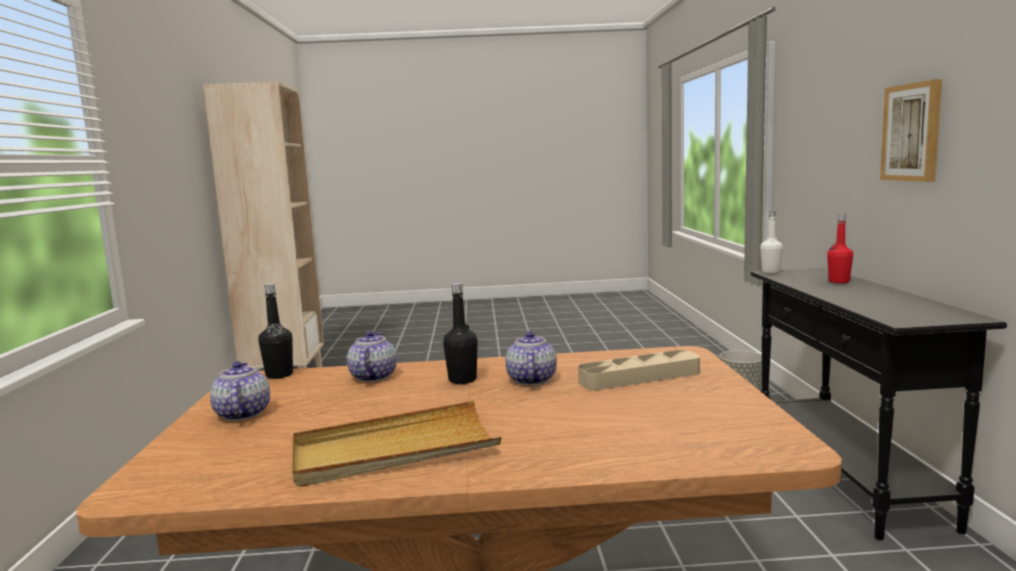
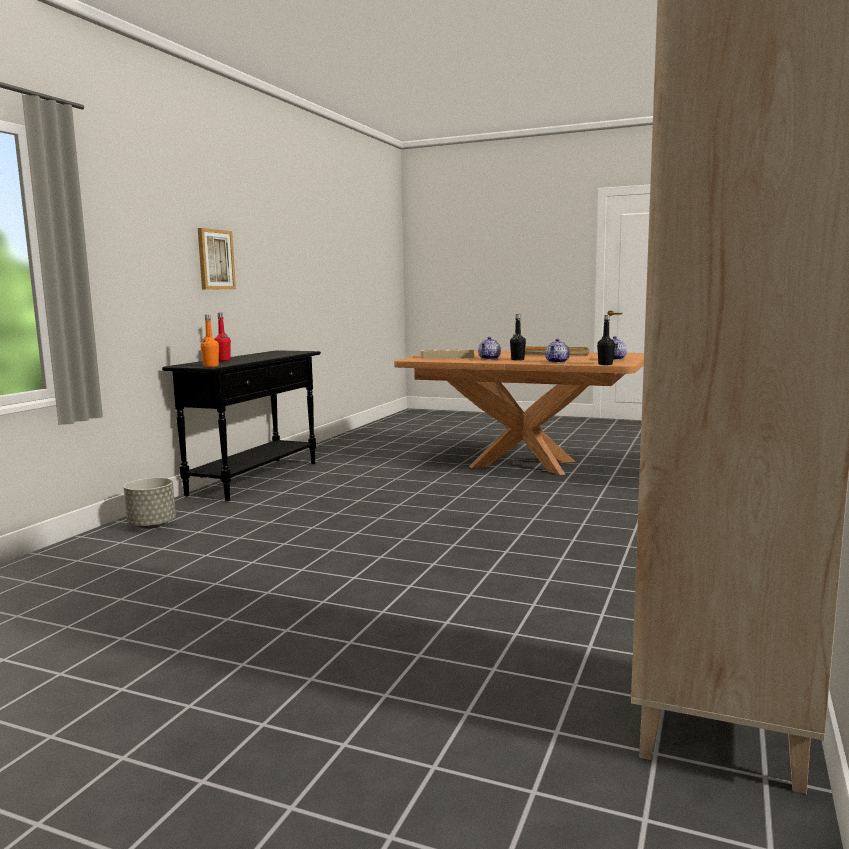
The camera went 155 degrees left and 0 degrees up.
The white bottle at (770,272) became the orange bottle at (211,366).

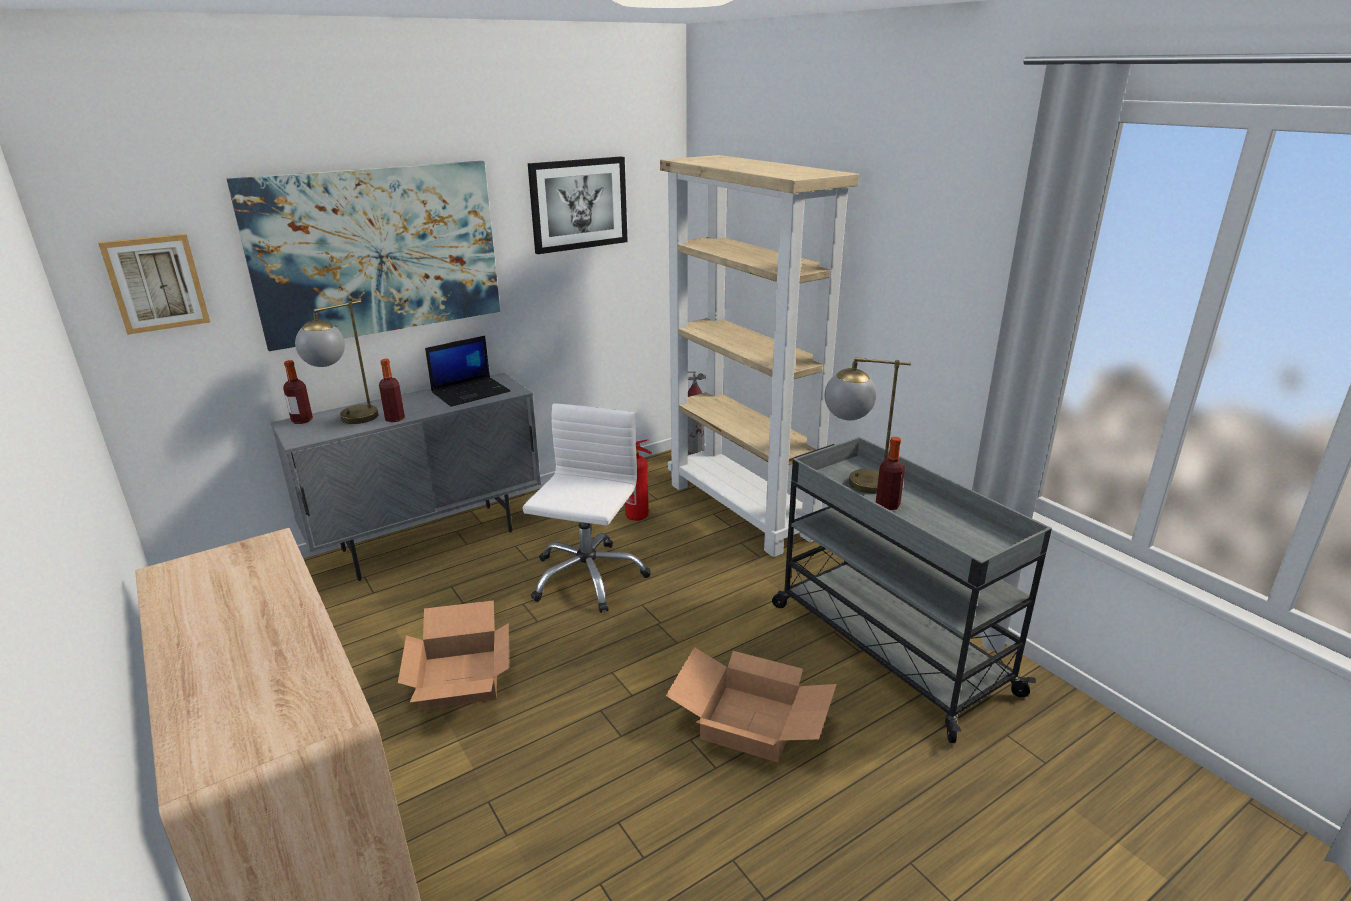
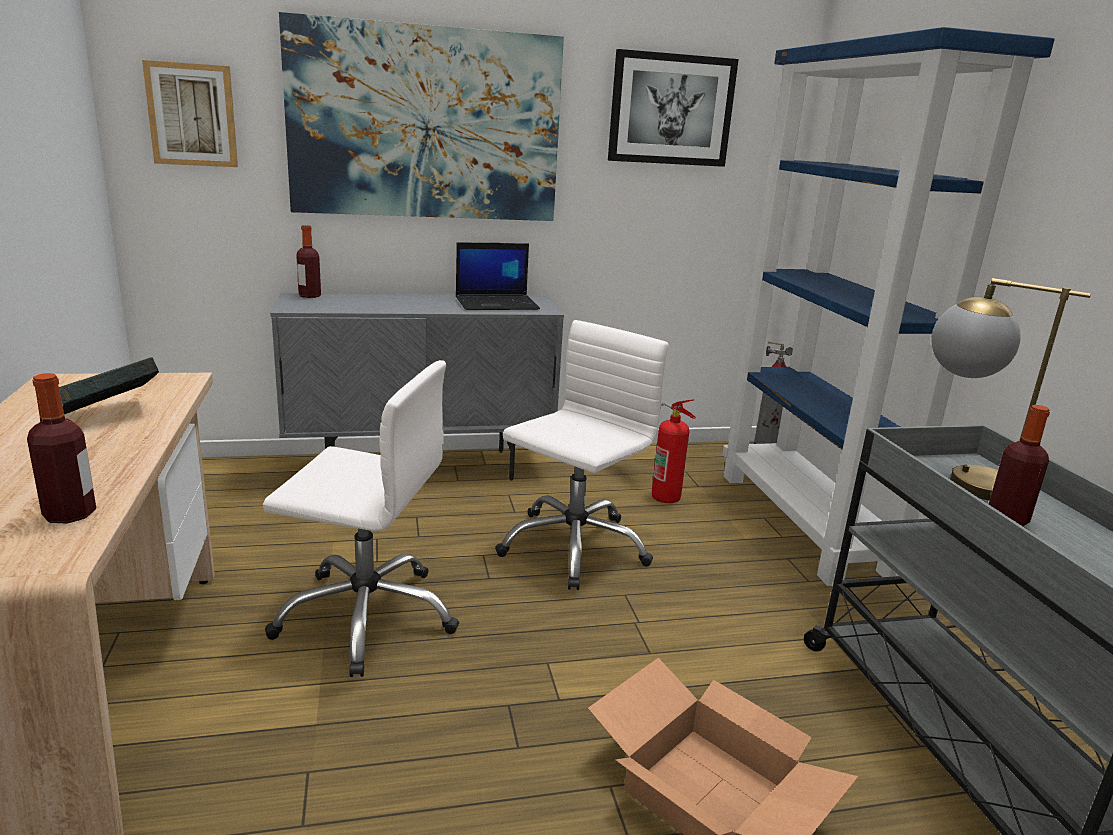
The camera went 20 degrees right and 5 degrees down.
The table lamp at (347,421) disappeared.
The bottle moved from (395,419) to (70,514).
The cardboard box at (461,679) was replaced by the white office chair at (367,616).
The beige bookcase at (743,510) became the blue bookcase at (805,523).
The book at (107,415) appeared.

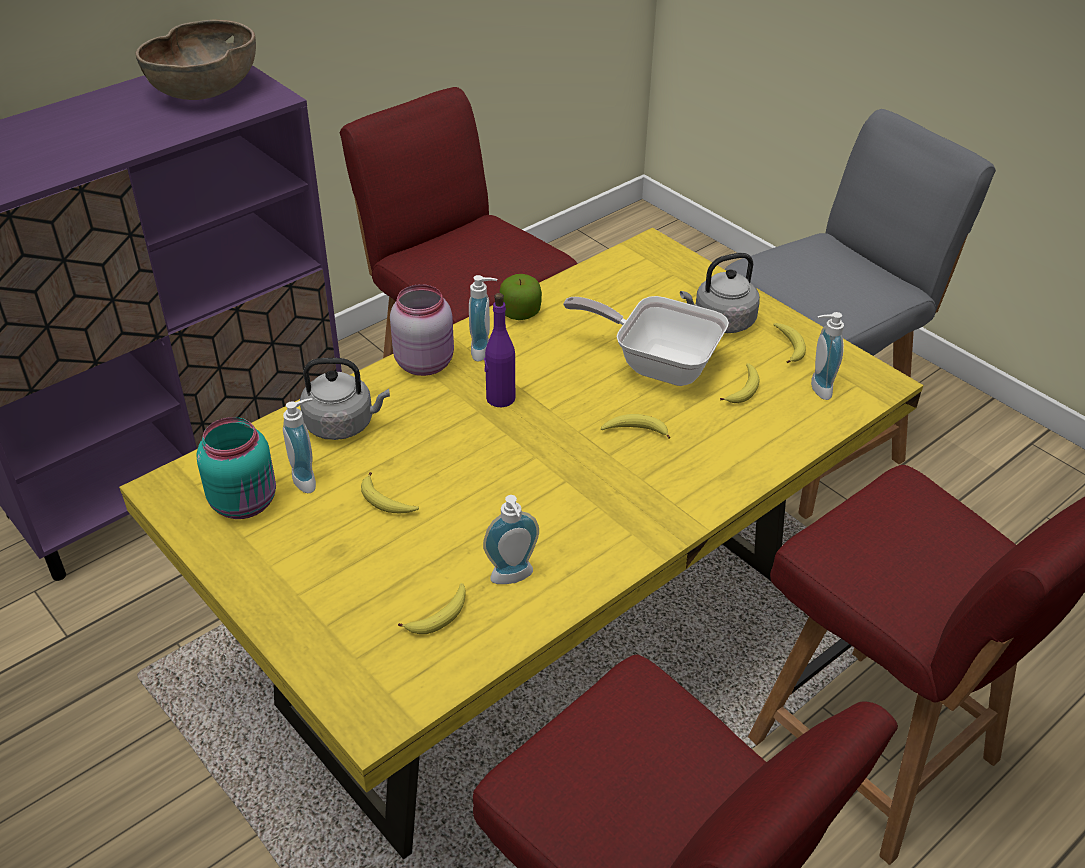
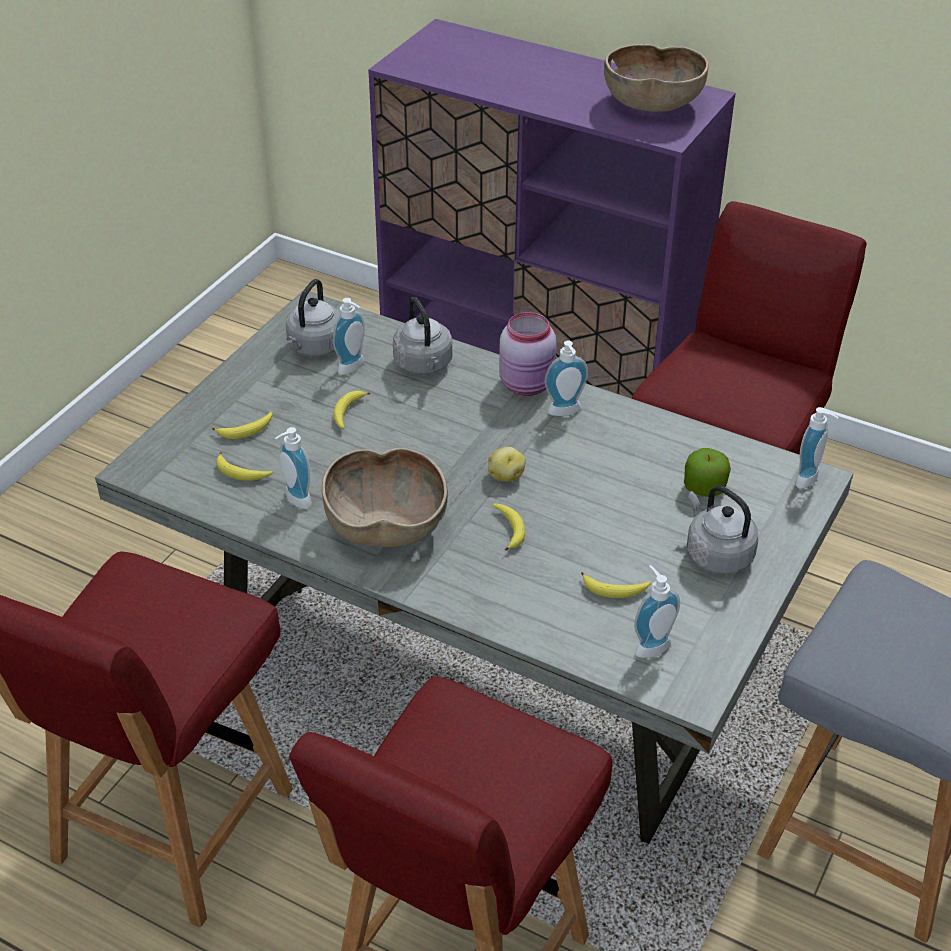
The camera went 70 degrees right and 0 degrees up.
The yellow dining table at (541,637) became the grey dining table at (478,675).
The turquoise jar at (246,502) was replaced by the grey kettle at (315,348).
The purple bottle at (500,398) disappeared.
The apple moved from (520,313) to (704,487).
The frying pan at (657,363) disappeared.
The banana moved from (789,347) to (246,430).
The brown bowl at (386,526) appeared.
The potato at (505,476) appeared.
The soap dispenser at (810,480) appeared.

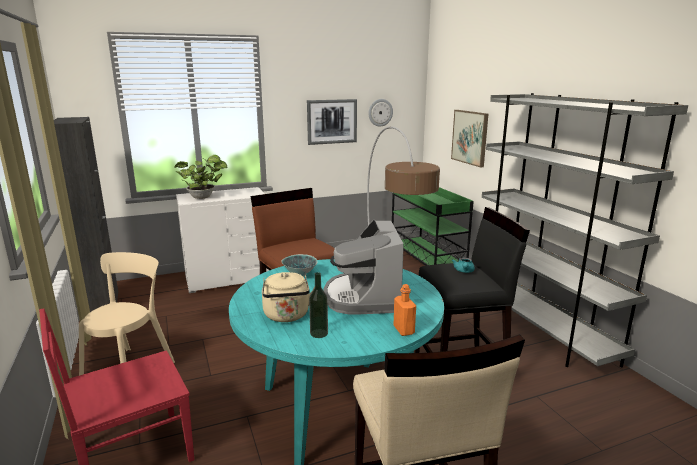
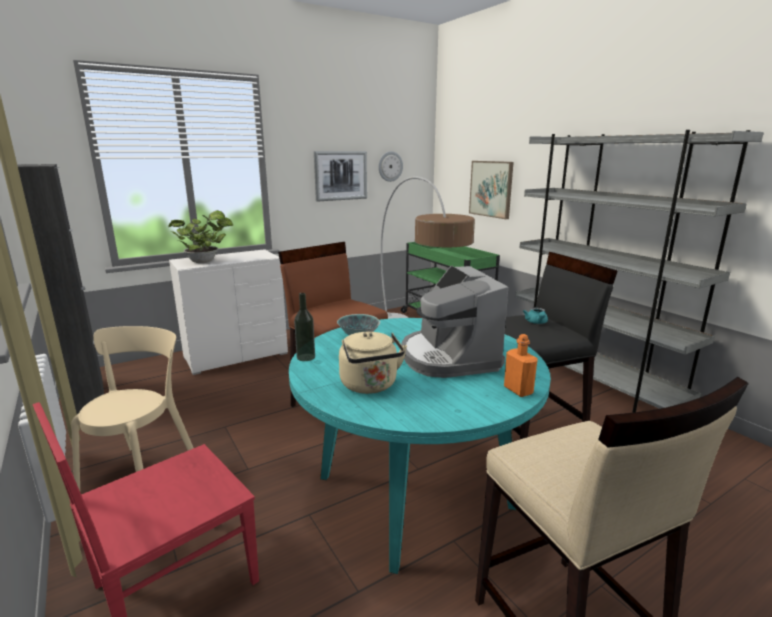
The camera went 10 degrees left and 0 degrees up.
The bottle moved from (319,333) to (306,357).

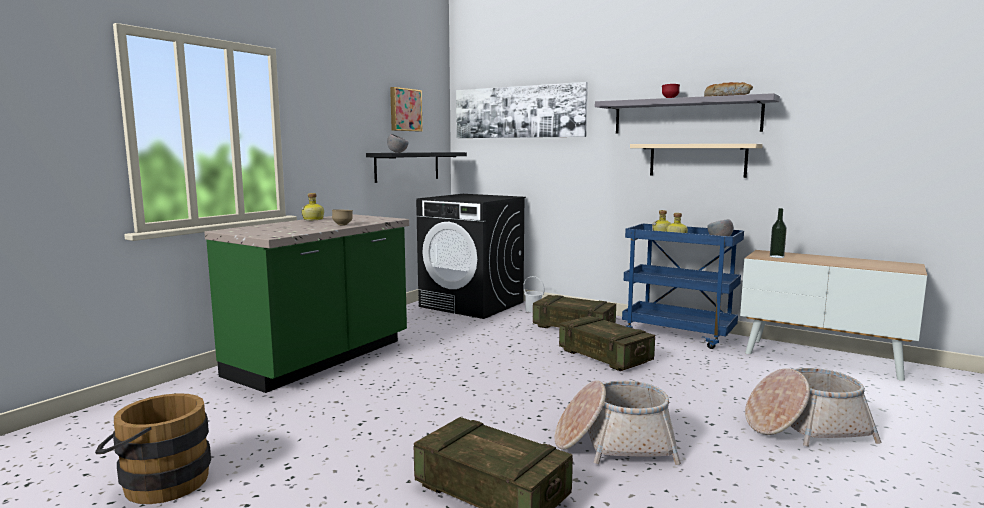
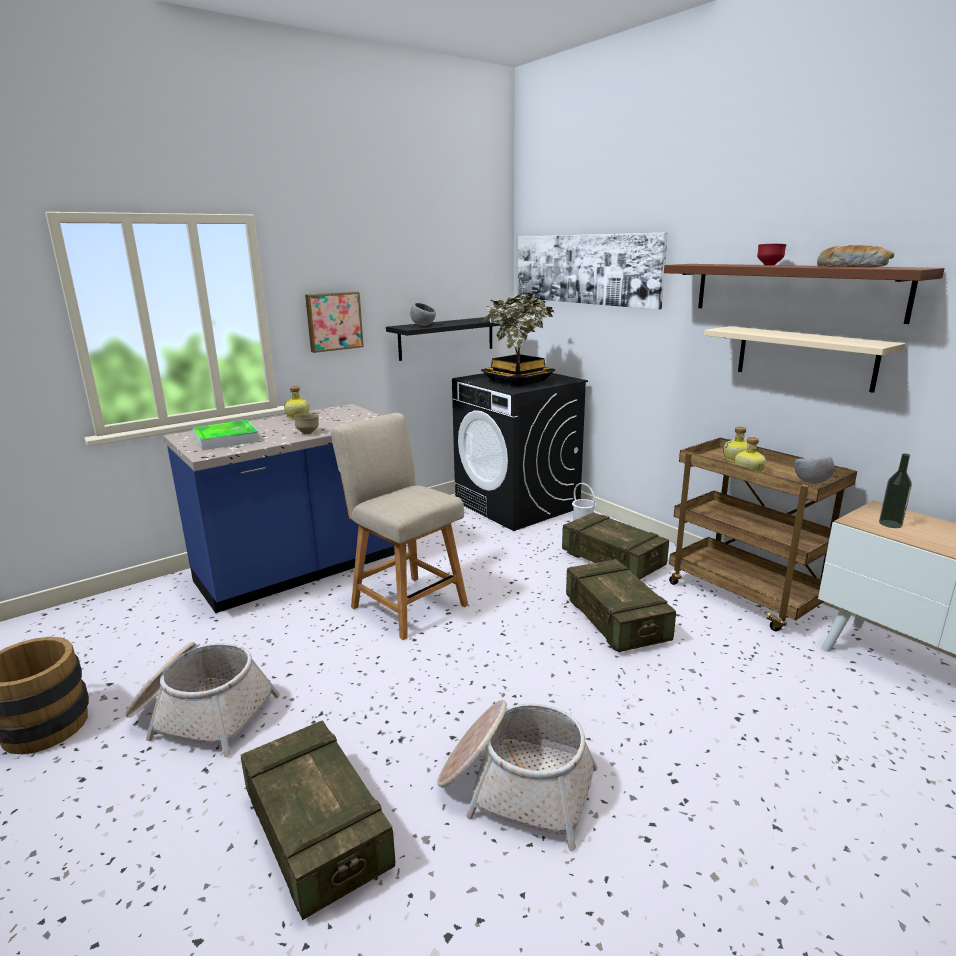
The camera went 20 degrees right and 10 degrees up.
The green counter at (321,359) became the blue counter at (301,571).
The picture moved from (404,110) to (333,321).
The grey shelf at (685,116) became the brown shelf at (794,290).
The blue cart at (679,335) became the brown cart at (745,596).
The basket moved from (804,428) to (202,714).
The tray at (226,439) appeared.
The beige chair at (405,604) appeared.
The potted plant at (518,381) appeared.

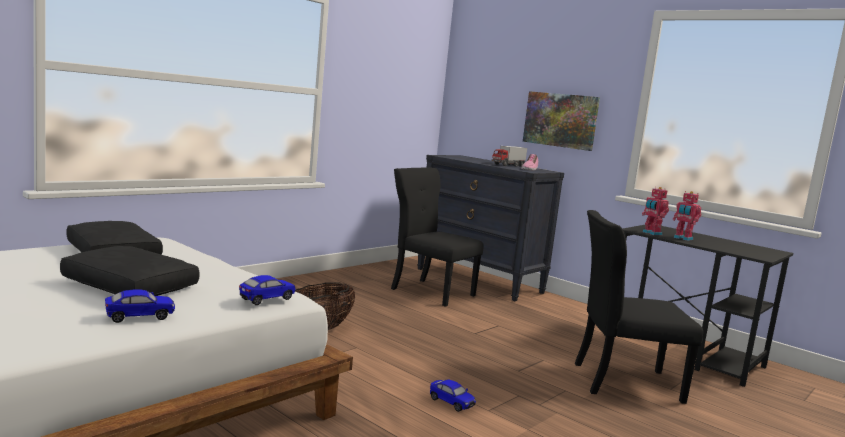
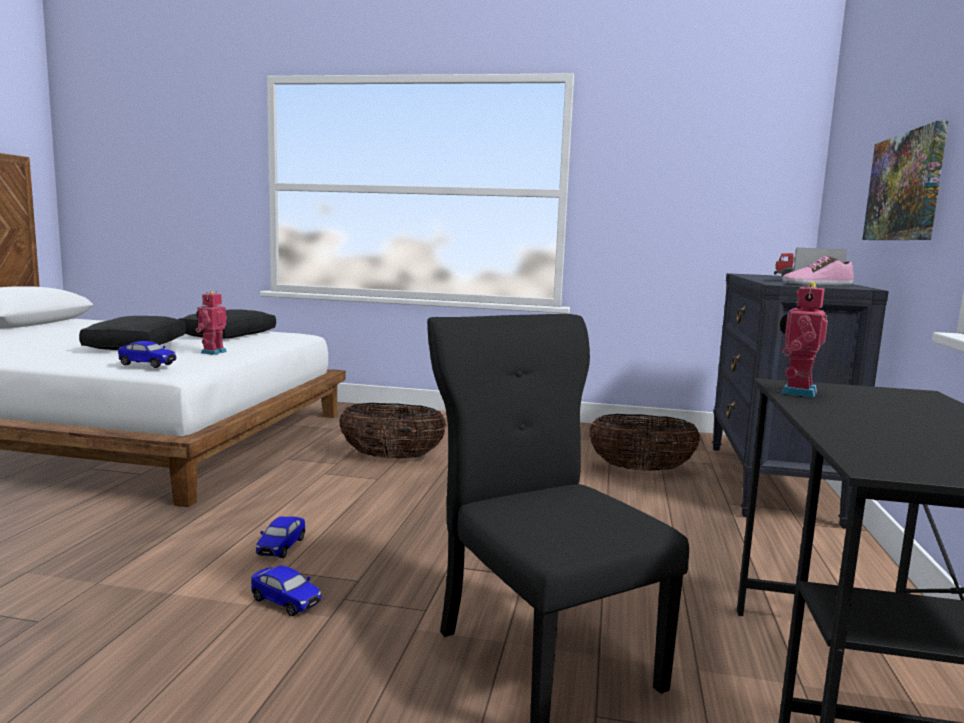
The camera went 60 degrees right and 0 degrees up.
The toy car moved from (140,317) to (286,602).
The black chair at (430,291) was replaced by the basket at (641,470).
The toy robot moved from (682,238) to (212,352).

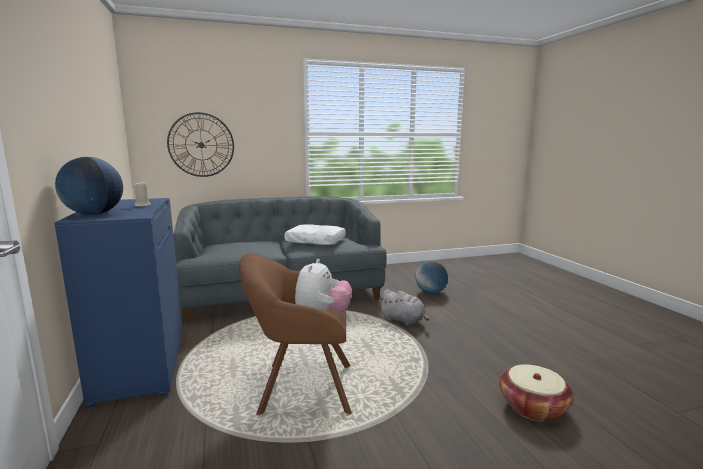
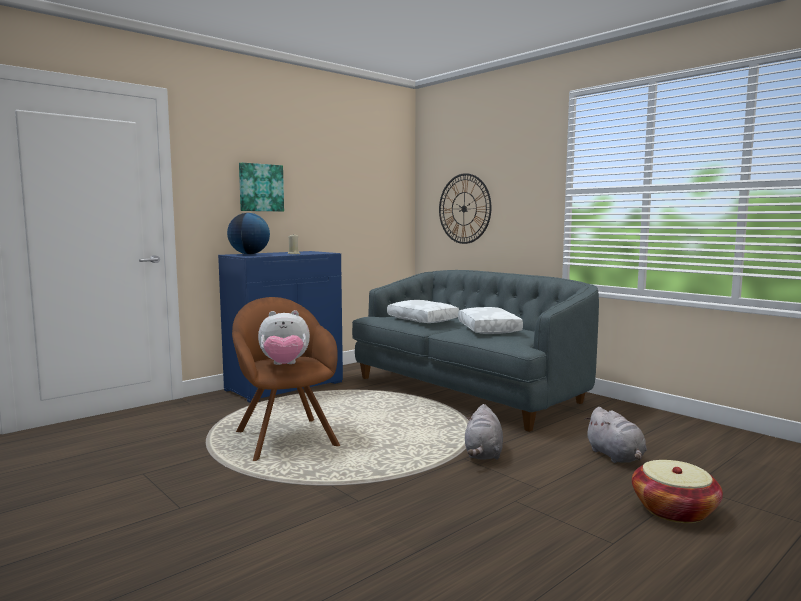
The camera went 65 degrees right and 5 degrees down.
The globe at (430,292) was replaced by the grey plush toy at (616,457).
The basket moved from (533,407) to (674,510).
The picture at (260,187) appeared.
The white pillow at (423,319) appeared.

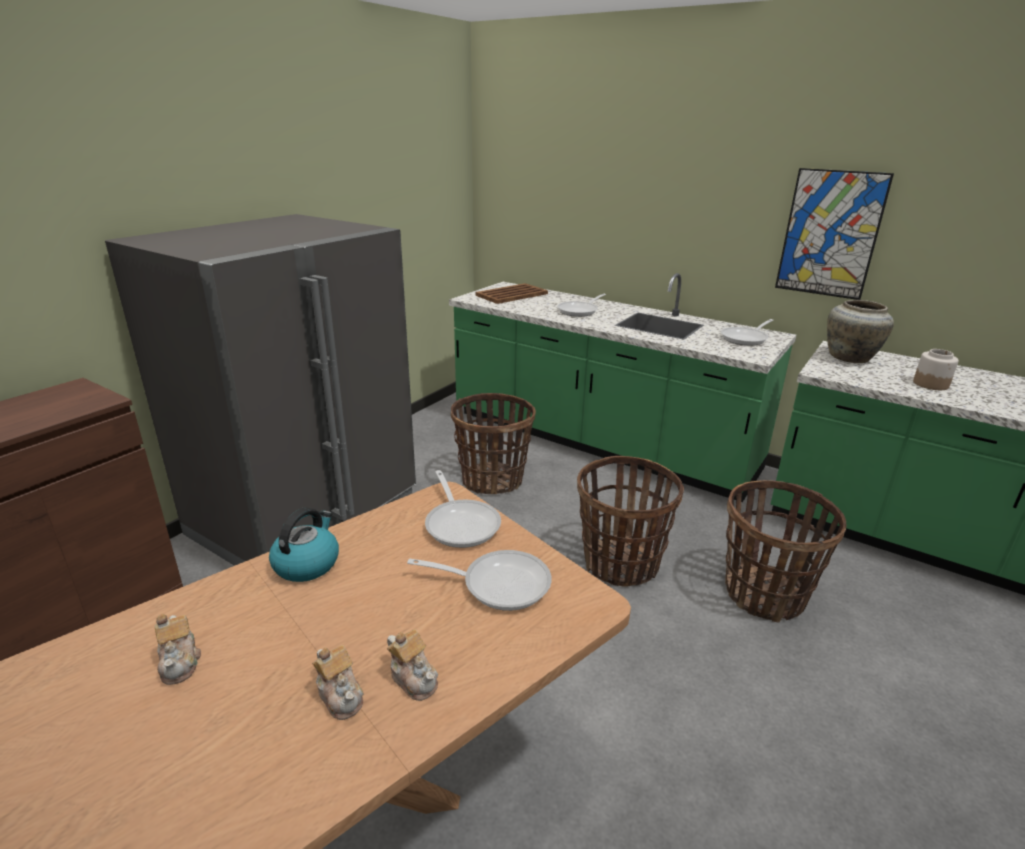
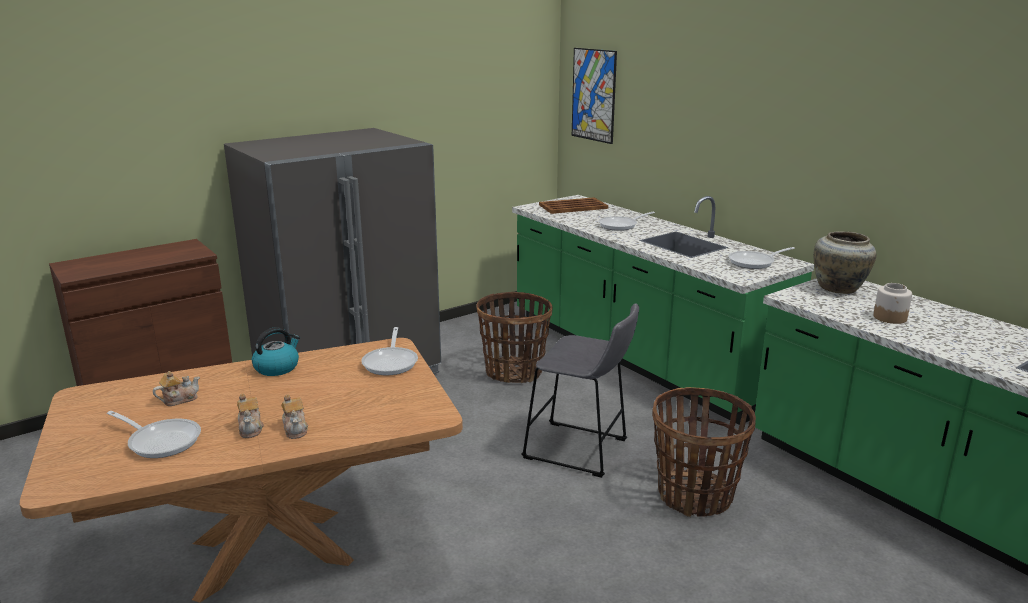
The camera went 20 degrees right and 5 degrees down.
The teapot at (180,662) turned 120 degrees counterclockwise.
The frying pan moved from (498,584) to (161,441).
The basket at (620,564) was replaced by the grey stool at (580,451).
The picture moved from (830,234) to (593,95).

